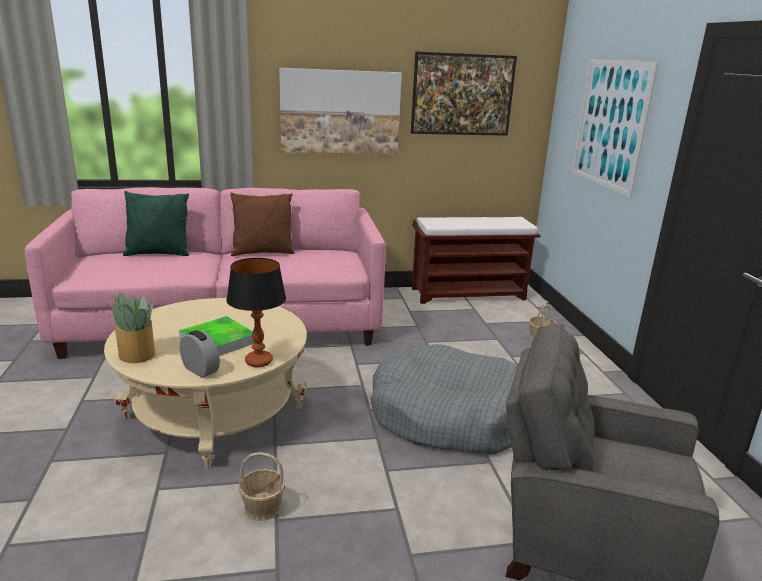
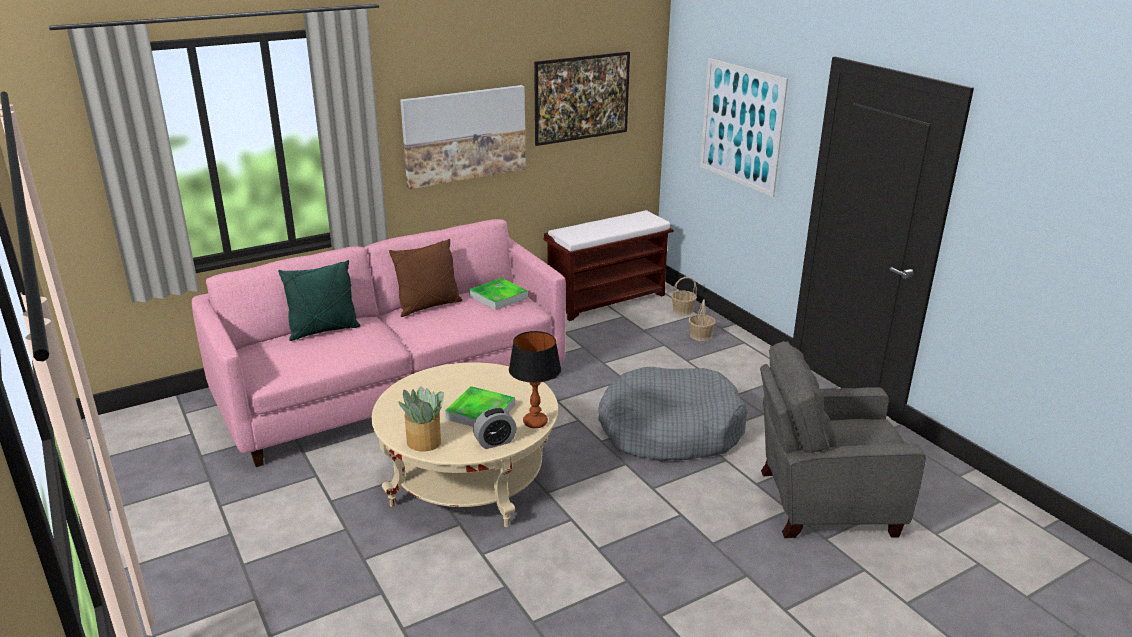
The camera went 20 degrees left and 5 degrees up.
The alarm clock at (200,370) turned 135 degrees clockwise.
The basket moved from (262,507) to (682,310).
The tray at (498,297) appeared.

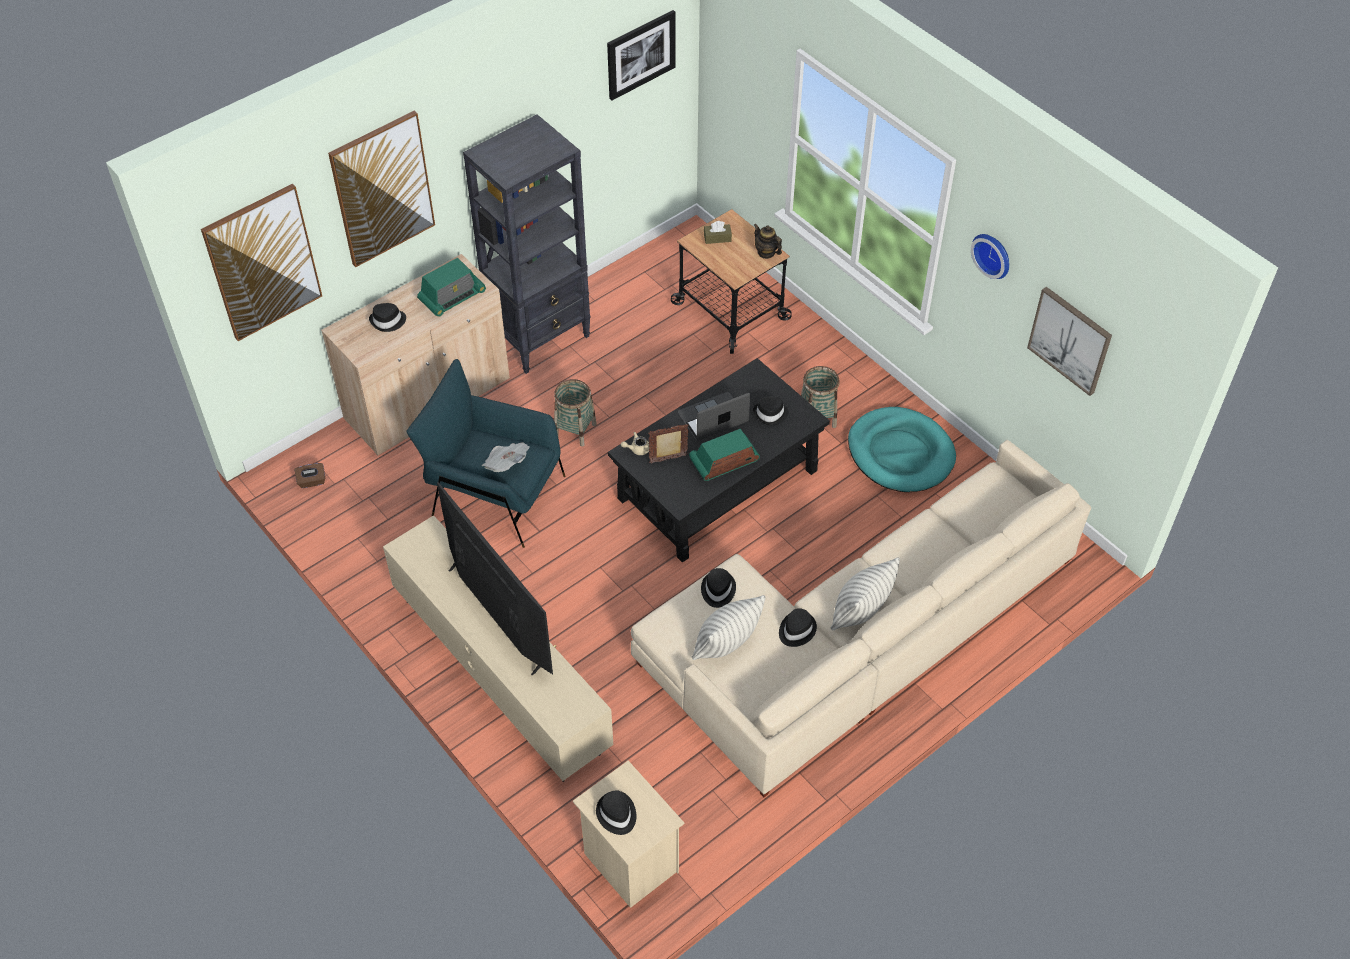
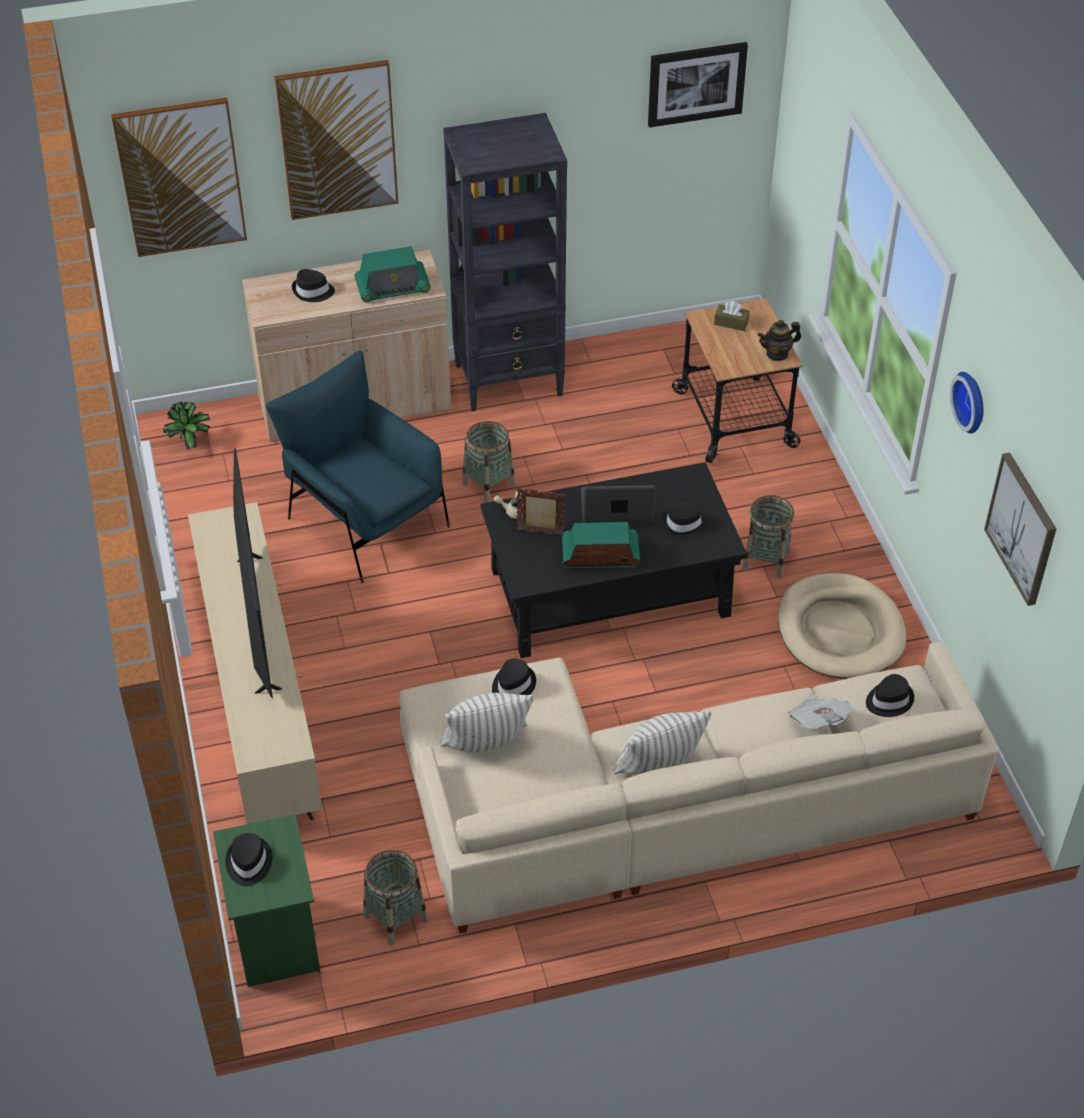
The camera went 25 degrees right and 5 degrees down.
The brown tissue box at (312,481) was replaced by the potted plant at (191,445).
The newspaper moved from (506,464) to (818,721).
The beige nightstand at (629,863) became the green nightstand at (274,941).
The teapot at (766,252) turned 90 degrees counterclockwise.
The black hat moved from (796,630) to (888,700).
The turquoise dog bed at (900,453) became the beige dog bed at (840,631).
The basket at (395,917) appeared.

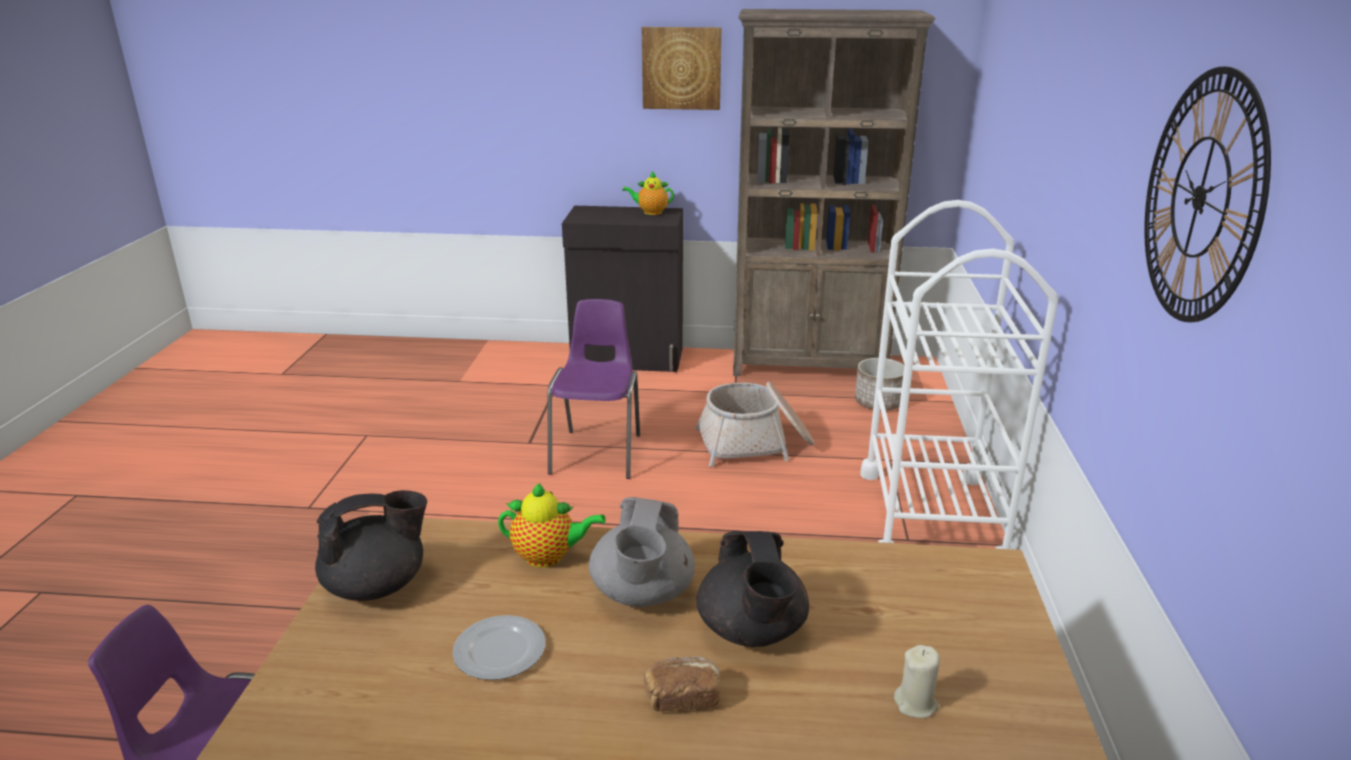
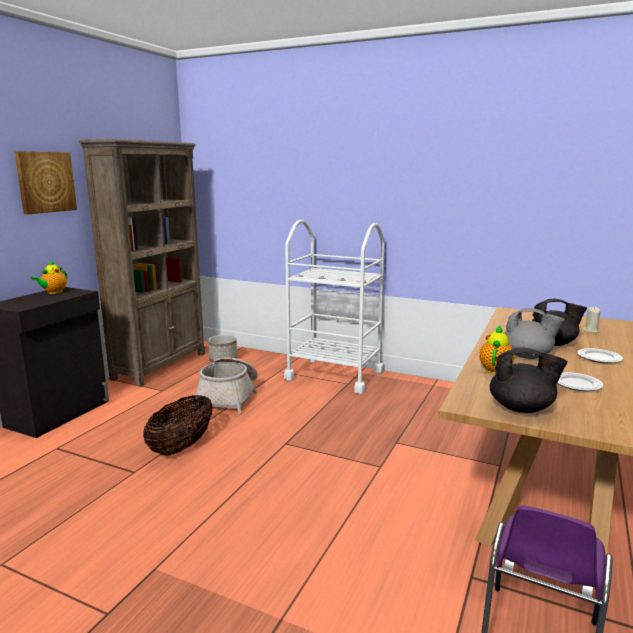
The camera went 70 degrees left and 10 degrees down.
The black teapot at (378,585) turned 105 degrees clockwise.
The purple chair at (598,453) was replaced by the basket at (182,446).
The bread at (682,697) was replaced by the plate at (598,358).
The wall clock at (1200,197) disappeared.

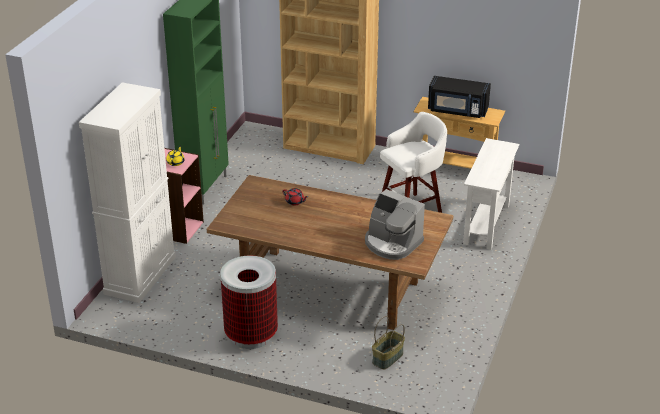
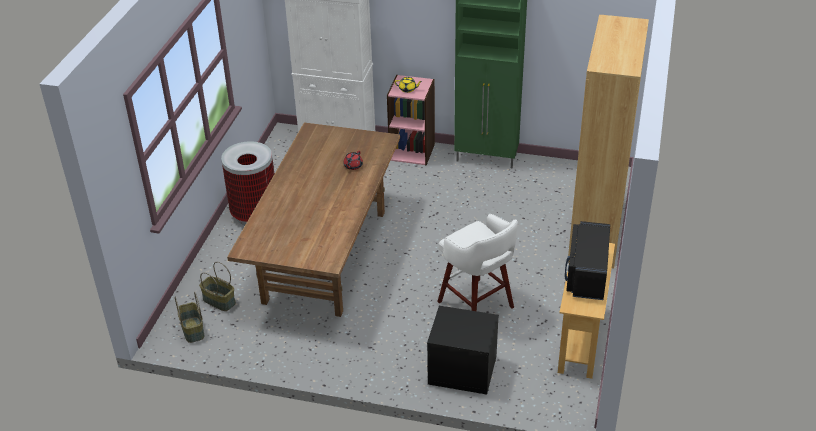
The camera went 85 degrees right and 5 degrees up.
The coffee machine at (392,243) disappeared.
The white console table at (486,224) was replaced by the black nightstand at (461,371).
The basket at (192,330) appeared.

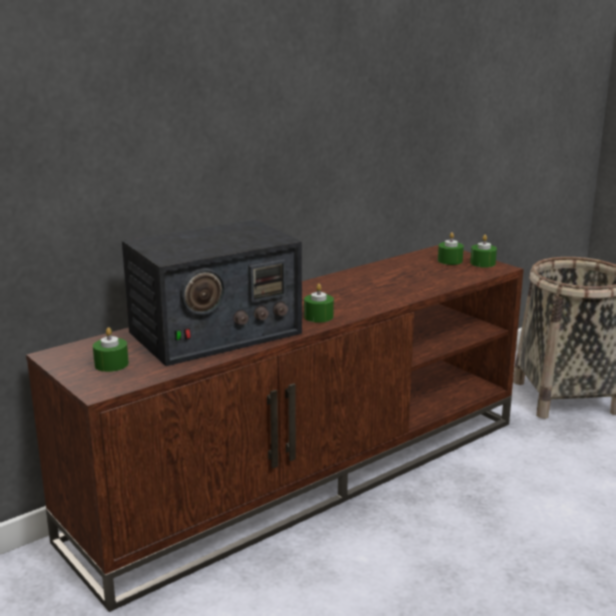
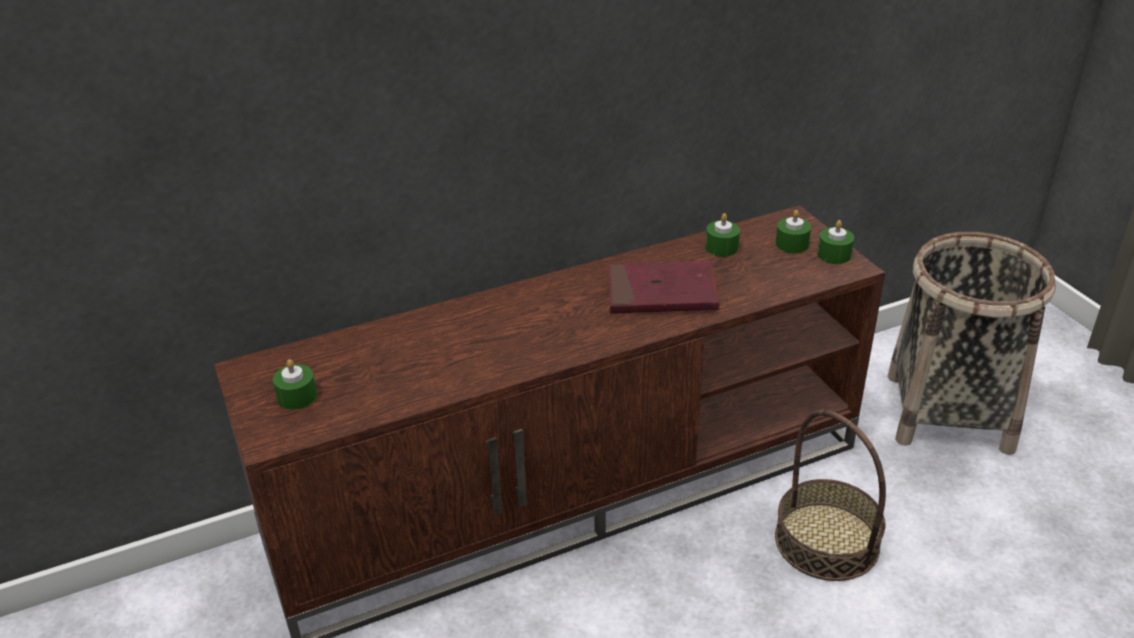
The camera went 15 degrees right and 15 degrees up.
The radio at (214,333) disappeared.
The green candle moved from (318,316) to (721,247).
The red book at (662,293) appeared.
The basket at (827,541) appeared.

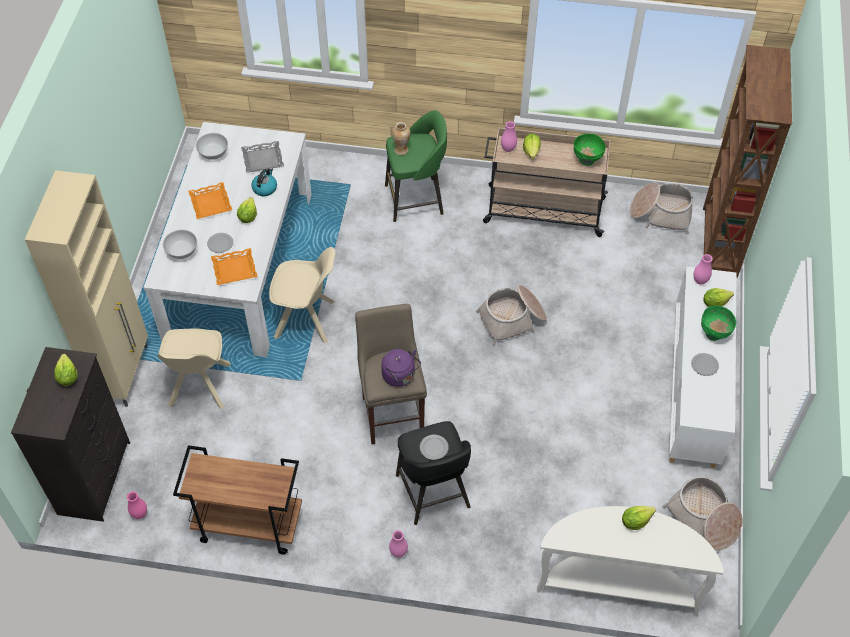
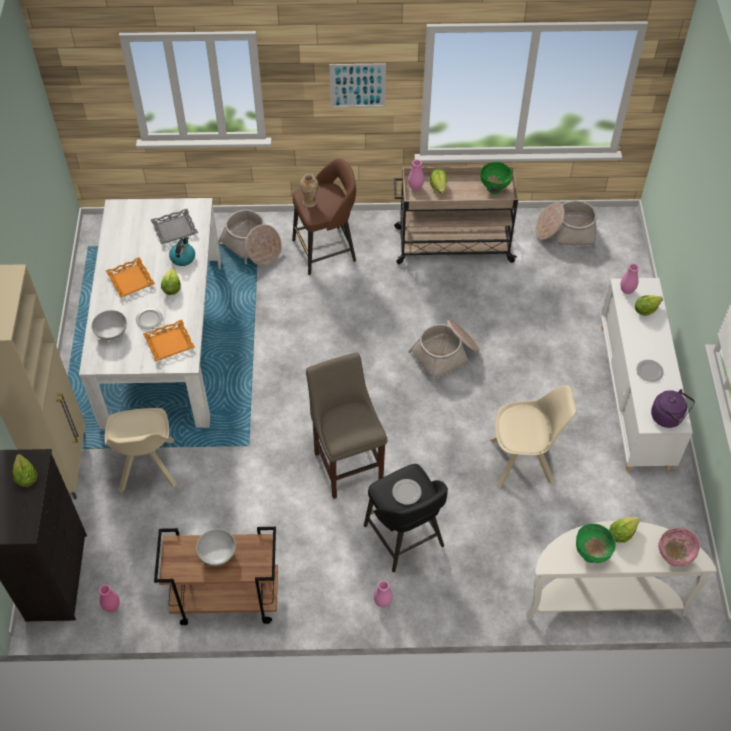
The camera went 10 degrees left and 0 degrees up.
The white bowl moved from (214,154) to (218,554).
The beige chair moved from (307,319) to (524,461).
The purple kettle moved from (400,376) to (668,417).
The green stool at (416,199) became the brown stool at (326,250).
The basket moved from (703,519) to (252,246).
The green bowl moved from (714,333) to (591,553).
The brown bookcase at (718,242) disappeared.
The picture at (357,85) appeared.
The pink bowl at (674,557) appeared.

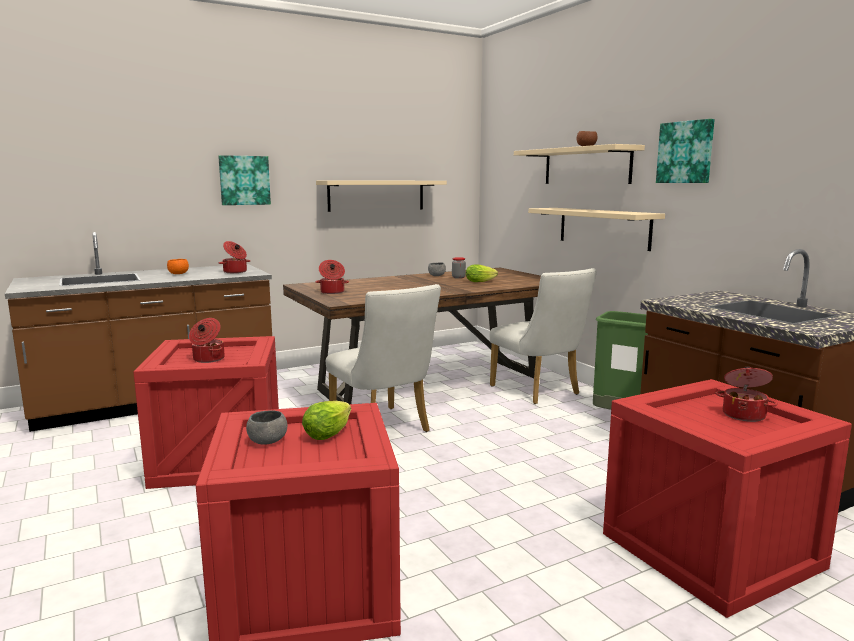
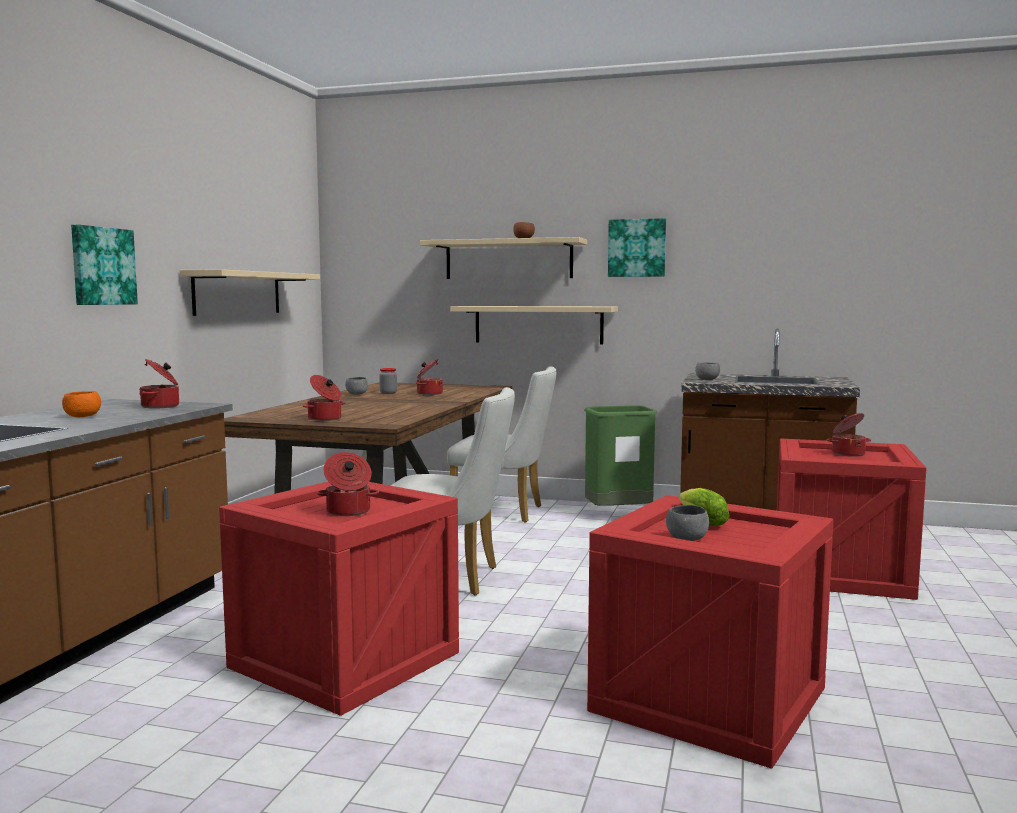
The camera went 45 degrees left and 5 degrees down.
The lettuce at (482,281) was replaced by the cooking pot at (429,393).
The grey bowl at (707,380) appeared.

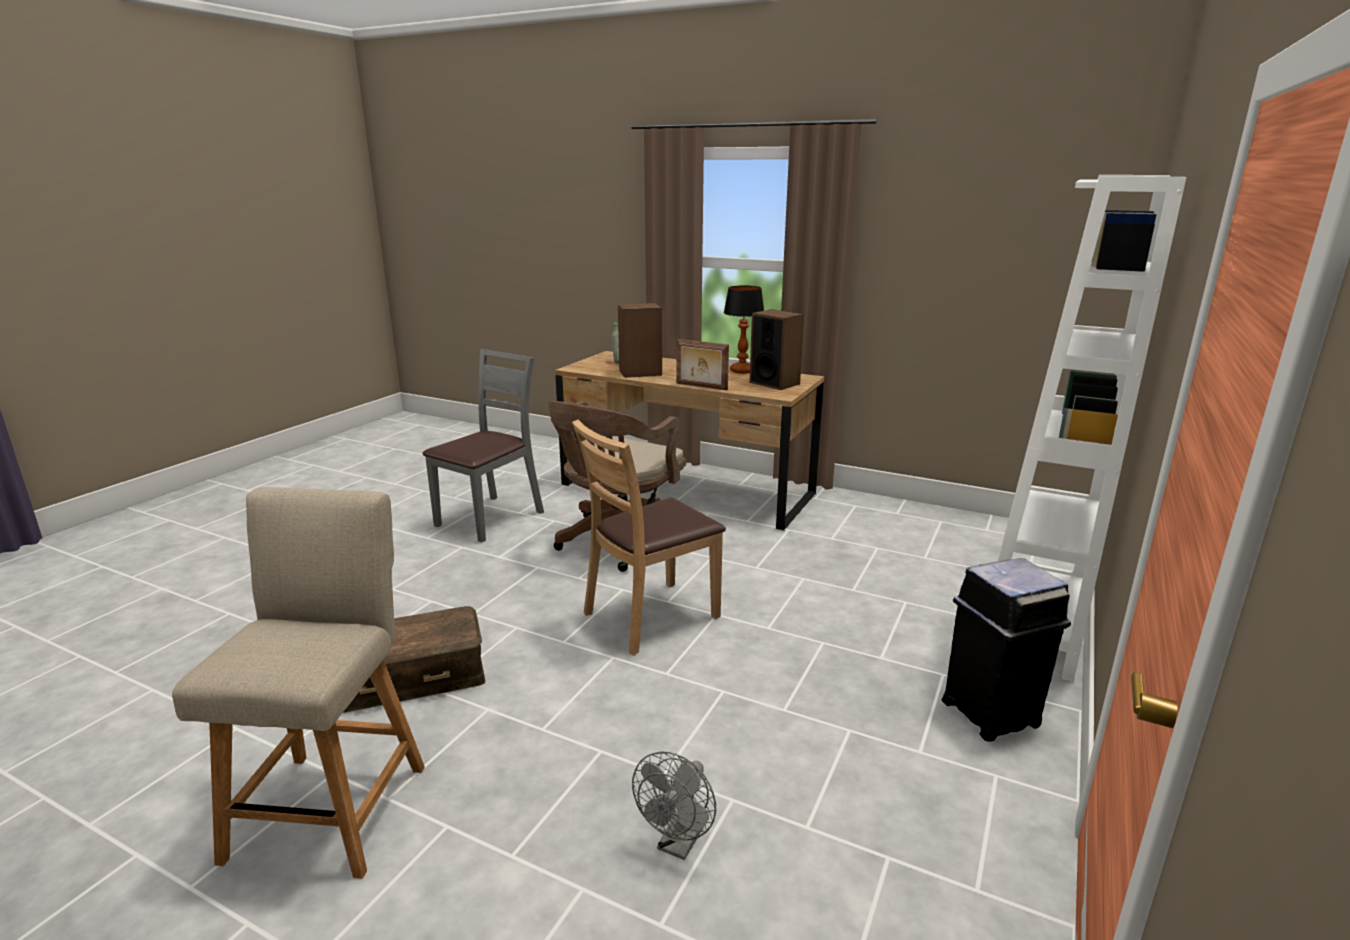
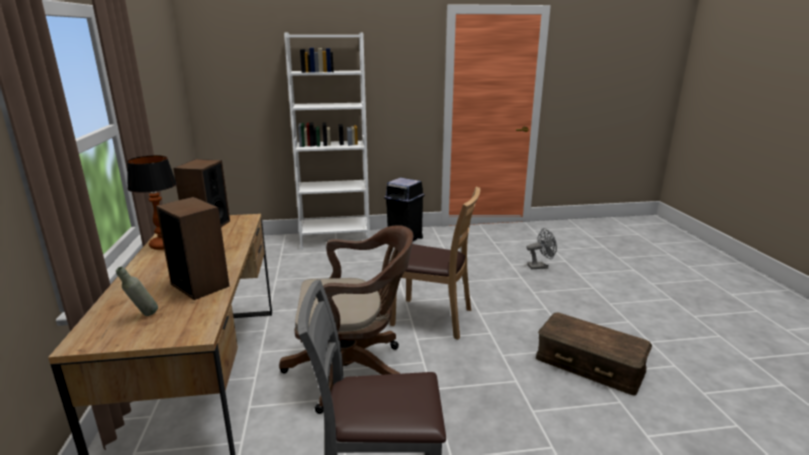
The camera went 125 degrees left and 0 degrees up.
The beige chair at (333,804) disappeared.
The picture frame at (701,386) disappeared.

